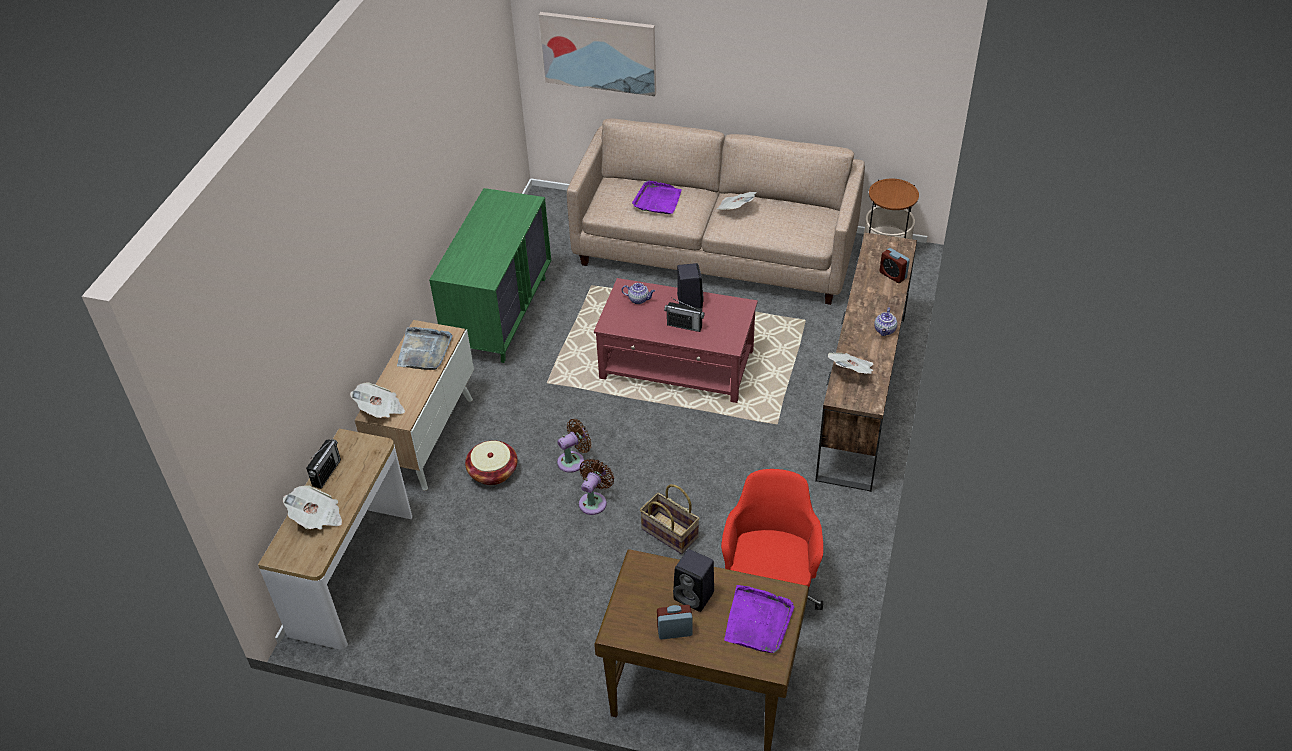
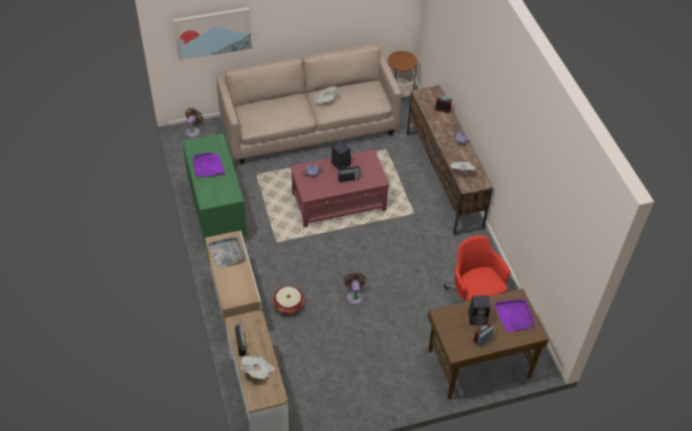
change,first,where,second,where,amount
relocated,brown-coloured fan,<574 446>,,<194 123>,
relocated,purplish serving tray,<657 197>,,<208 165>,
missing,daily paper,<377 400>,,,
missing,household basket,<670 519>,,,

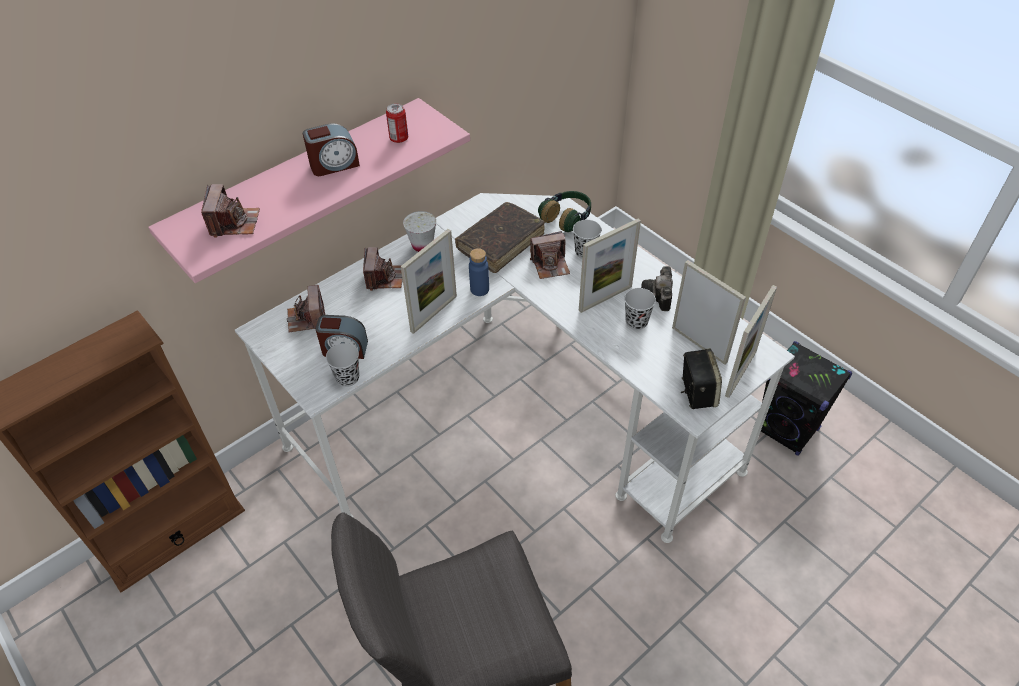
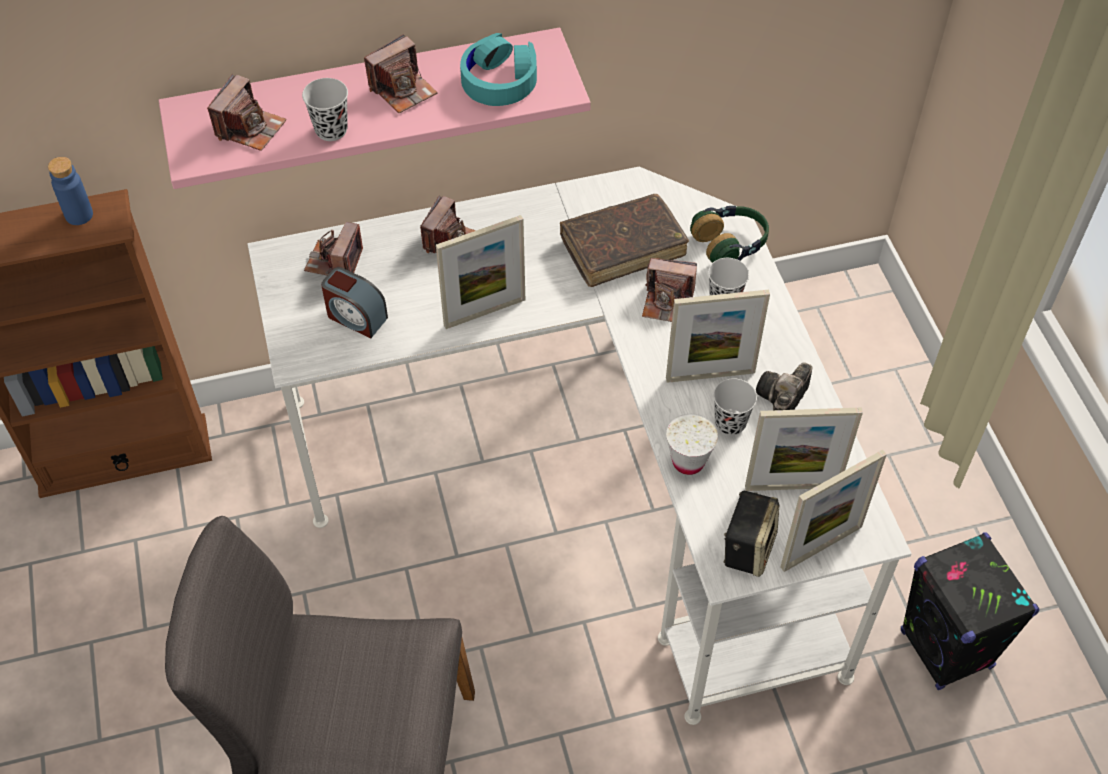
change,first,where,second,where,amount
relocated,blue drink bottle,<479 272>,,<70 191>,
relocated,black-coloured small cup,<342 365>,,<325 109>,
exchanged,alarm clock,<331 149>,photo camera,<401 73>,
exchanged,sealed can,<397 123>,turquoise-coloured pair of headphones,<498 69>,
relocated,white-coloured small cup,<419 231>,,<692 444>,
spun,picture frame,<709 312>,,<804 449>,105 degrees clockwise

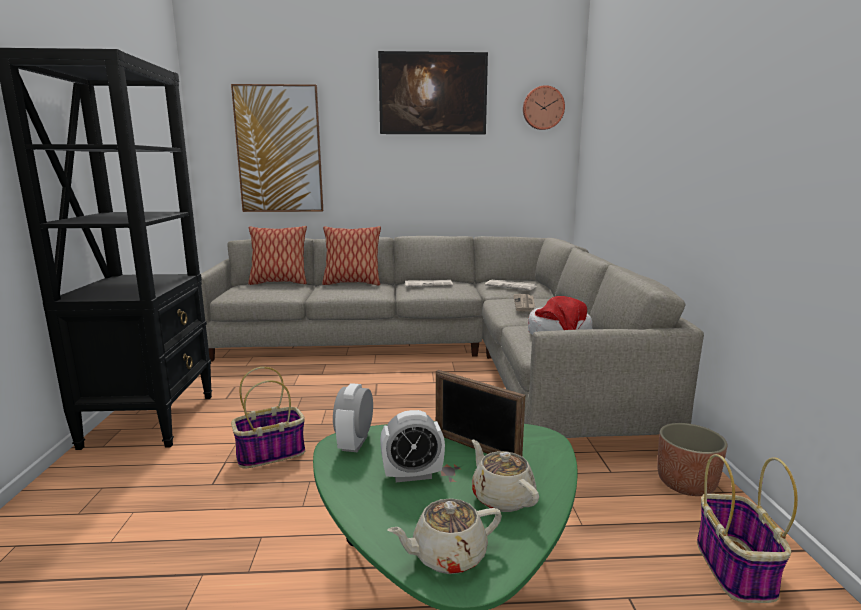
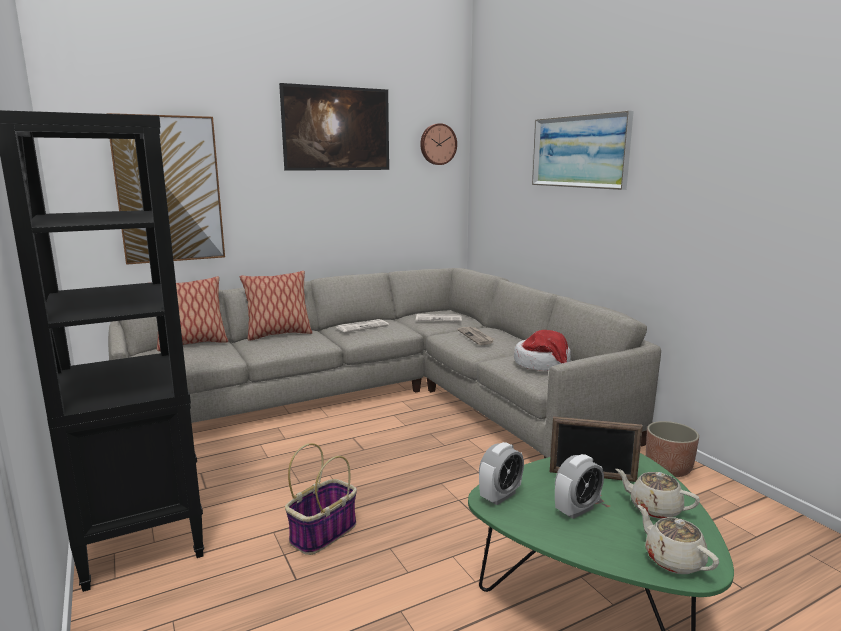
change,first,where,second,where,amount
spun,alarm clock,<353 418>,,<501 473>,120 degrees counterclockwise
appeared,,,picture,<583 150>,
spun,beige tea pot,<444 536>,,<678 539>,105 degrees clockwise
missing,household basket,<747 528>,,,

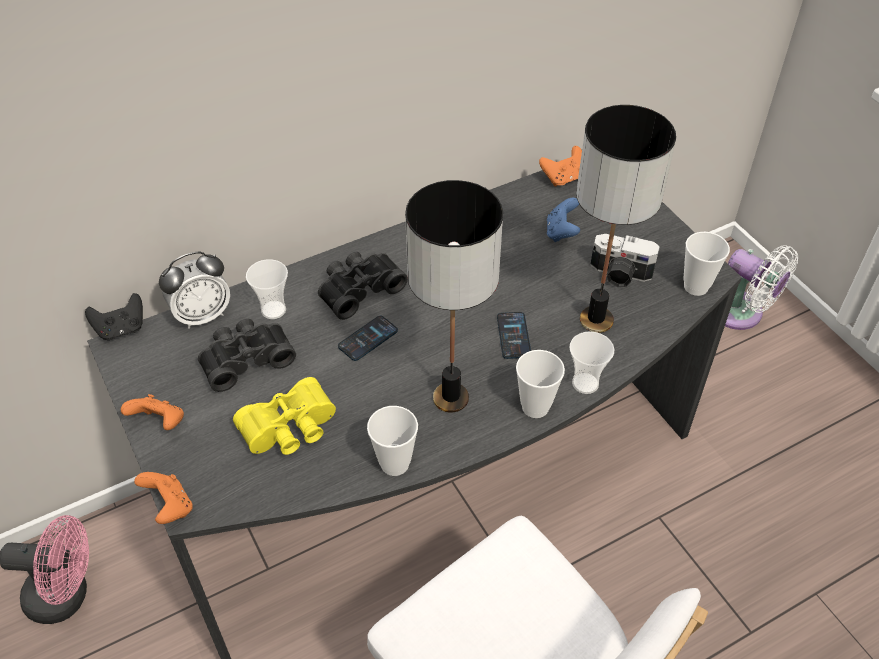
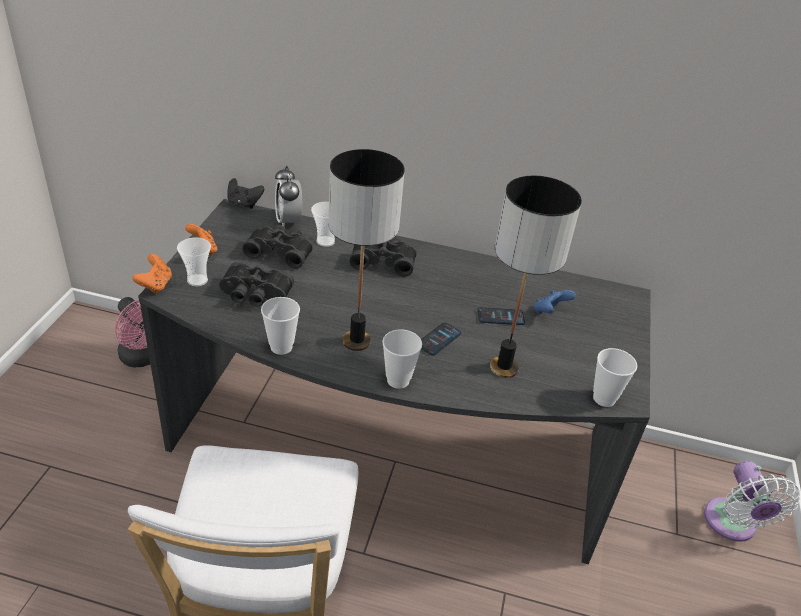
change,first,where,second,where,amount
relocated,small cup,<591 362>,,<194 262>,
colour,yellow pair of binoculars,<284 416>,black-coloured pair of binoculars,<256 284>,
spun,alarm clock,<194 290>,,<288 196>,60 degrees clockwise
relocated,handset,<368 338>,,<501 316>,
missing,orangey joypad,<560 166>,,,
missing,photo camera,<625 260>,,,

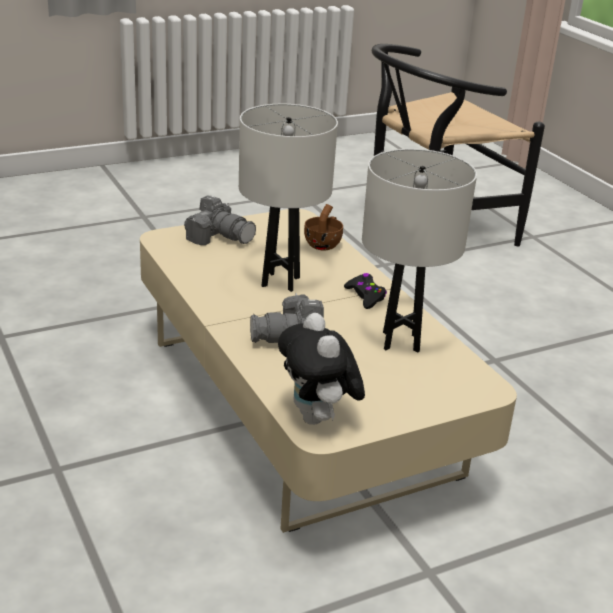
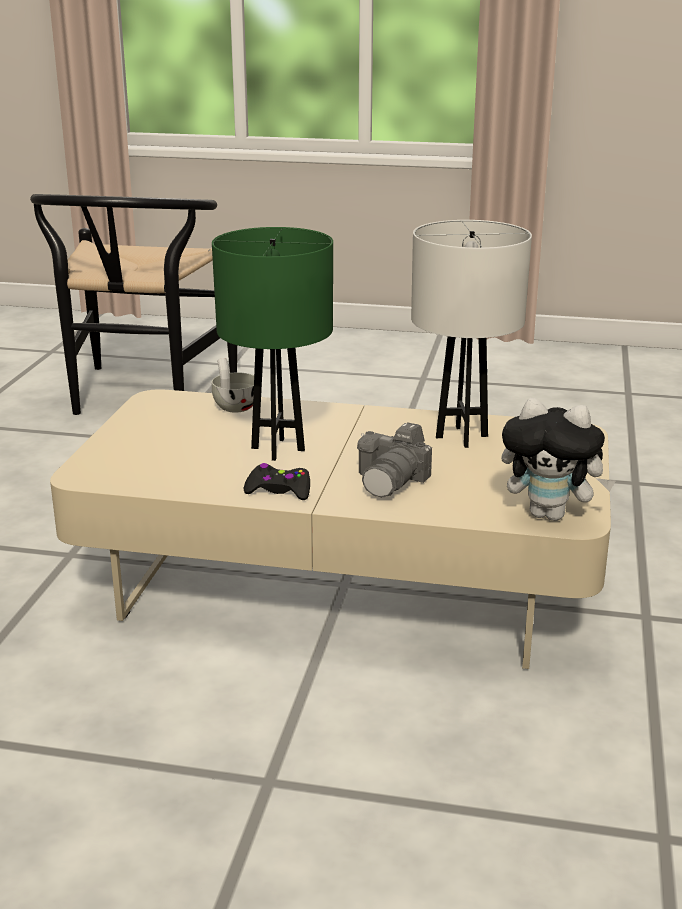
change,first,where,second,where,amount
colour,white-coloured table lamp,<288 198>,green-coloured table lamp,<272 344>,
colour,brown-coloured small cup,<323 227>,white-coloured small cup,<233 385>,
relocated,black-coloured joypad,<365 291>,,<277 481>,
missing,photo camera,<220 220>,,,

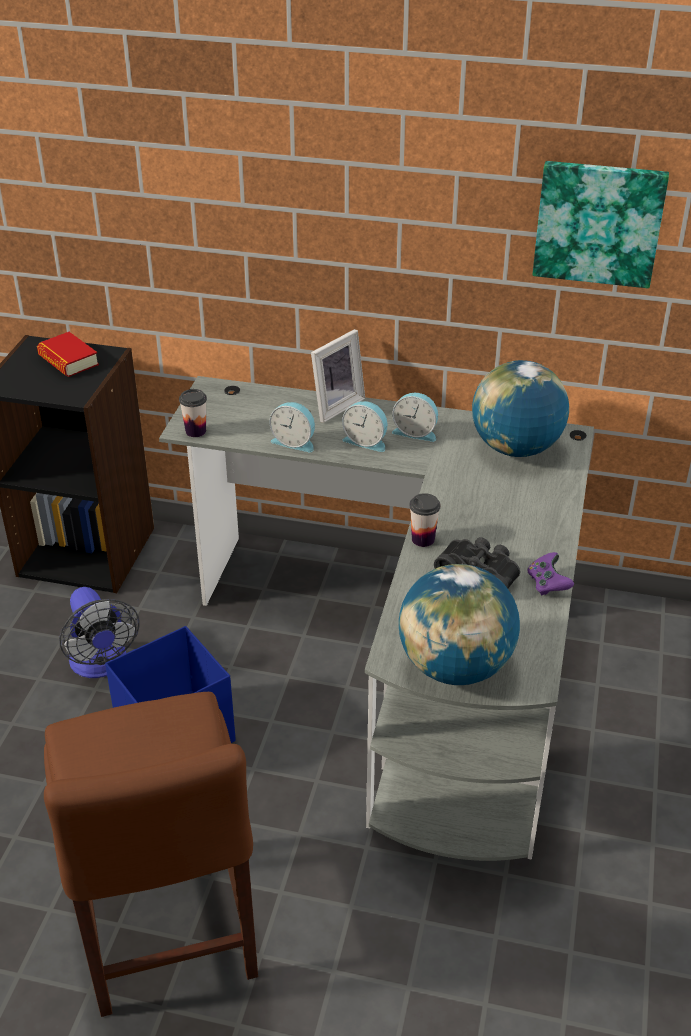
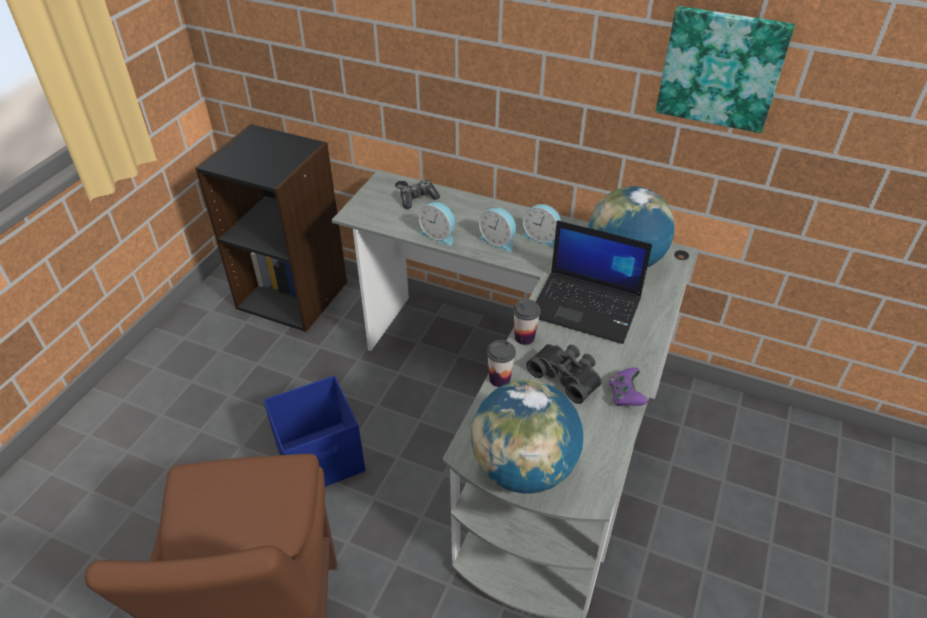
change,first,where,second,where,amount
appeared,,,joypad,<420 194>,
relocated,small cup,<193 413>,,<501 363>,
appeared,,,notebook computer,<594 282>,
missing,volume,<68 354>,,,
missing,fan,<99 632>,,,
missing,picture frame,<338 376>,,,

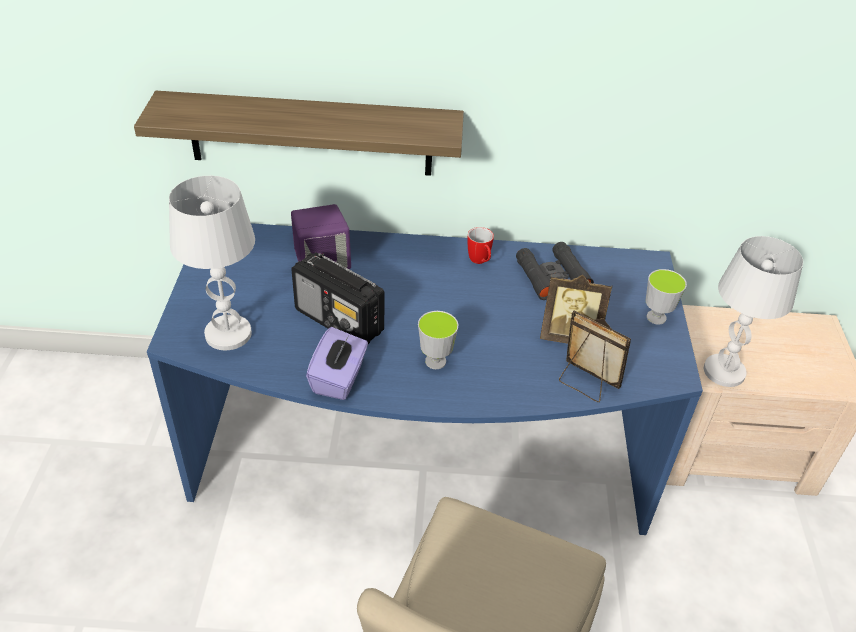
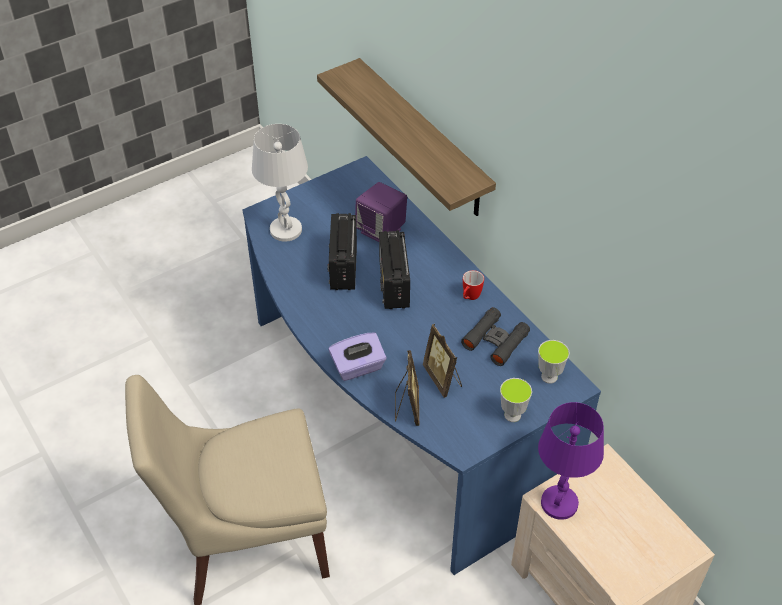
change,first,where,second,where,amount
relocated,purplish tissue box,<337 363>,,<358 356>,
appeared,,,radio set,<394 269>,
relocated,small cup,<438 340>,,<553 362>,
colour,white-coloured table lamp,<753 311>,purplish table lamp,<571 461>,

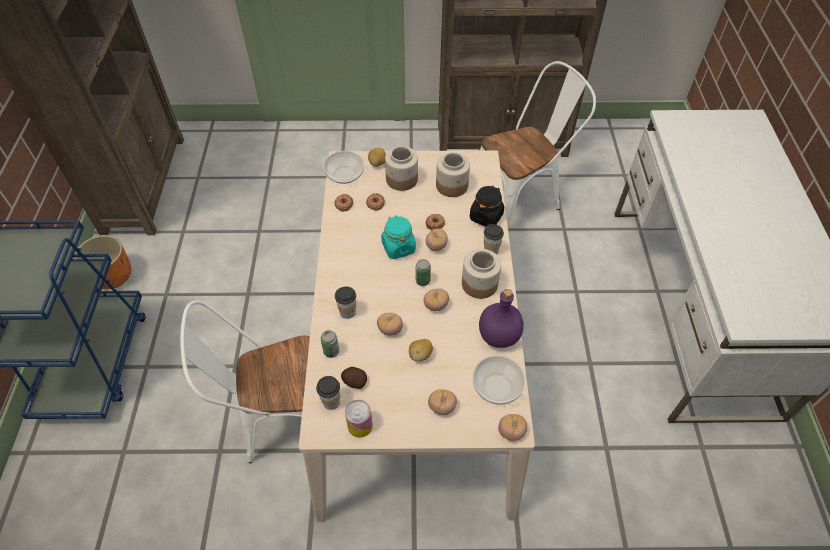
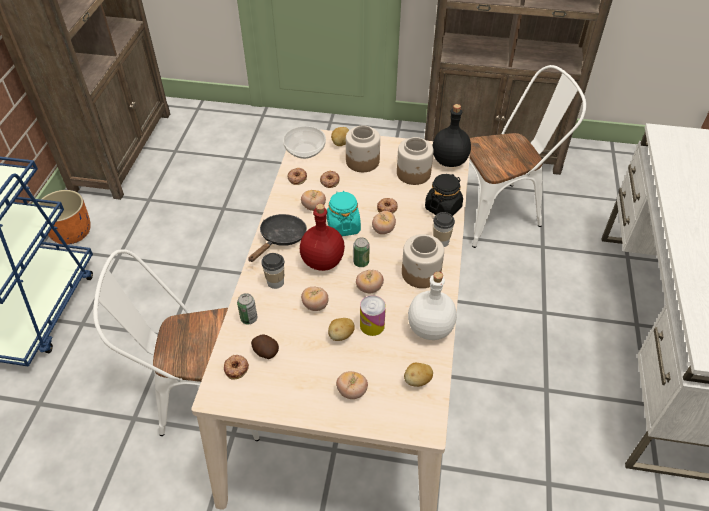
change,first,where,second,where,amount
exchanged,small cup,<328 393>,doughnut,<236 367>,
appeared,,,black-coloured frying pan,<277 238>,
appeared,,,reddish drink bottle,<322 237>,
relocated,tomato,<512 427>,,<313 200>,
relocated,sealed can,<359 419>,,<373 315>,
exchanged,serving bowl,<499 380>,spud,<418 375>,
colour,purplish drink bottle,<501 318>,white-coloured drink bottle,<432 306>,
appeared,,,black-coloured drink bottle,<451 135>,

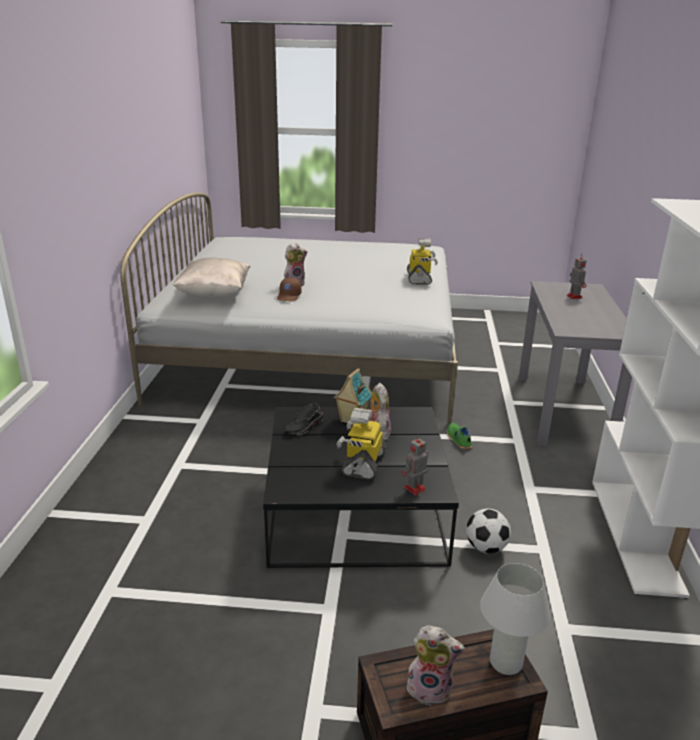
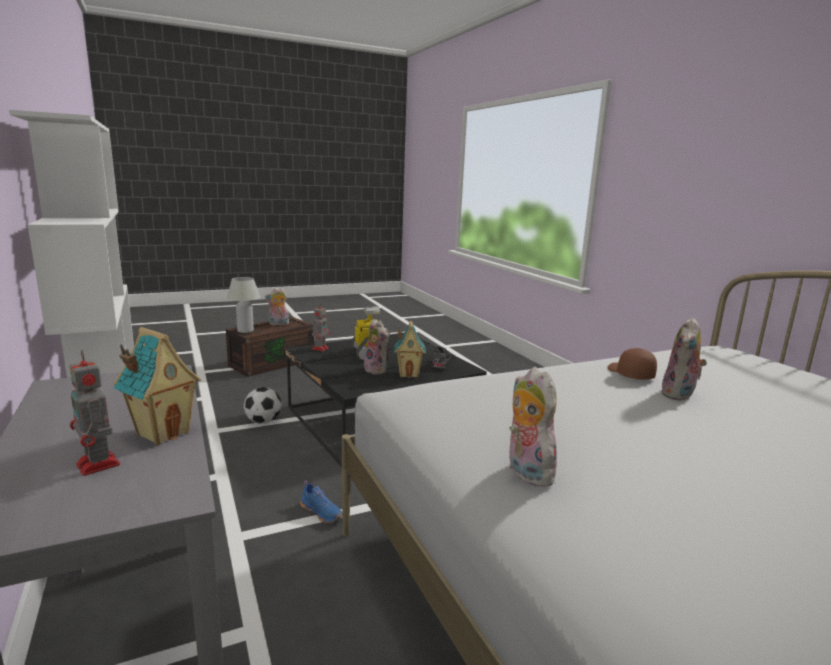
change,first,where,second,where,amount
appeared,,,miniature house,<157 386>,
colour,green-coloured low shoe,<459 436>,blue low shoe,<321 502>,
exchanged,model robot,<422 261>,cuddly toy,<532 427>,
missing,beige throw pillow,<211 277>,,,

